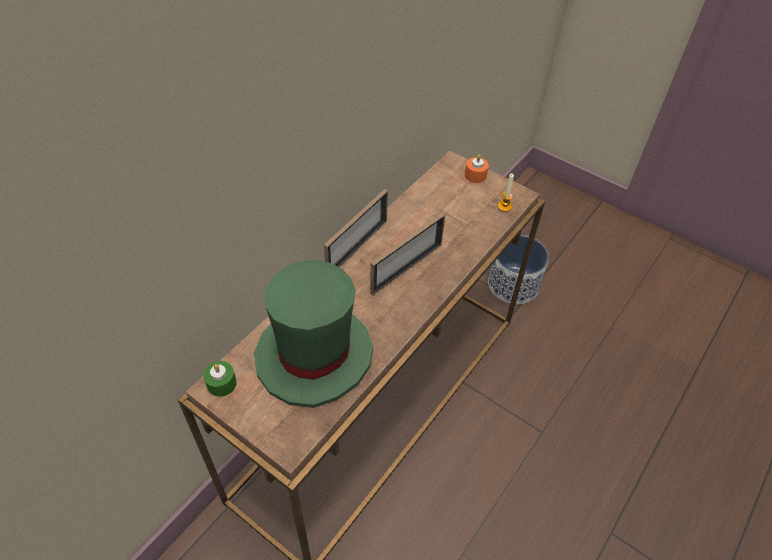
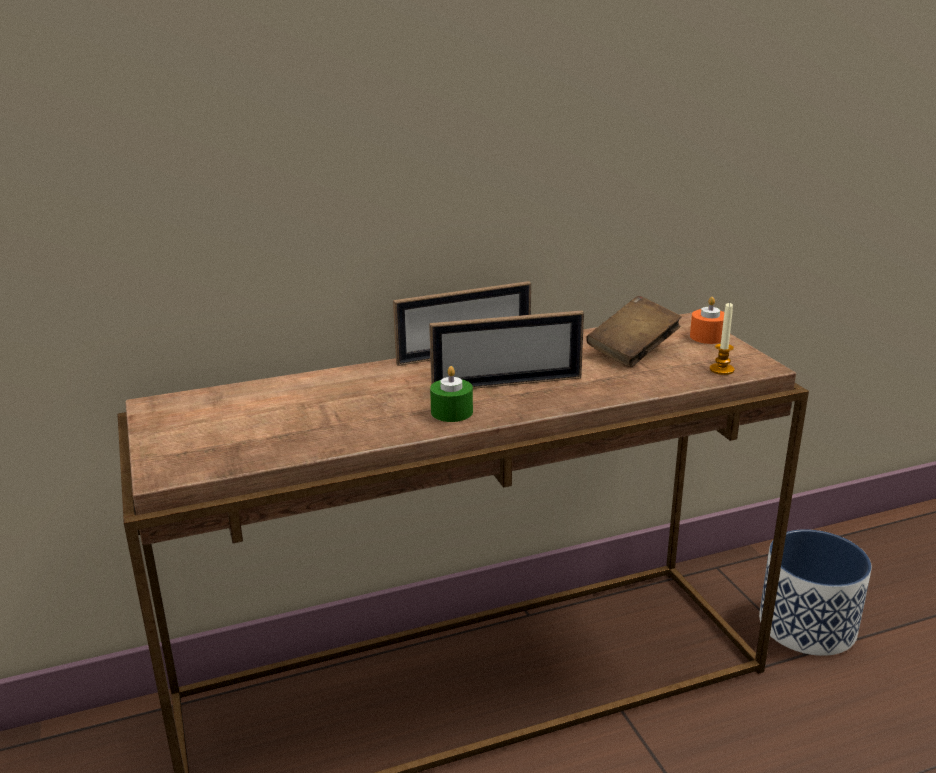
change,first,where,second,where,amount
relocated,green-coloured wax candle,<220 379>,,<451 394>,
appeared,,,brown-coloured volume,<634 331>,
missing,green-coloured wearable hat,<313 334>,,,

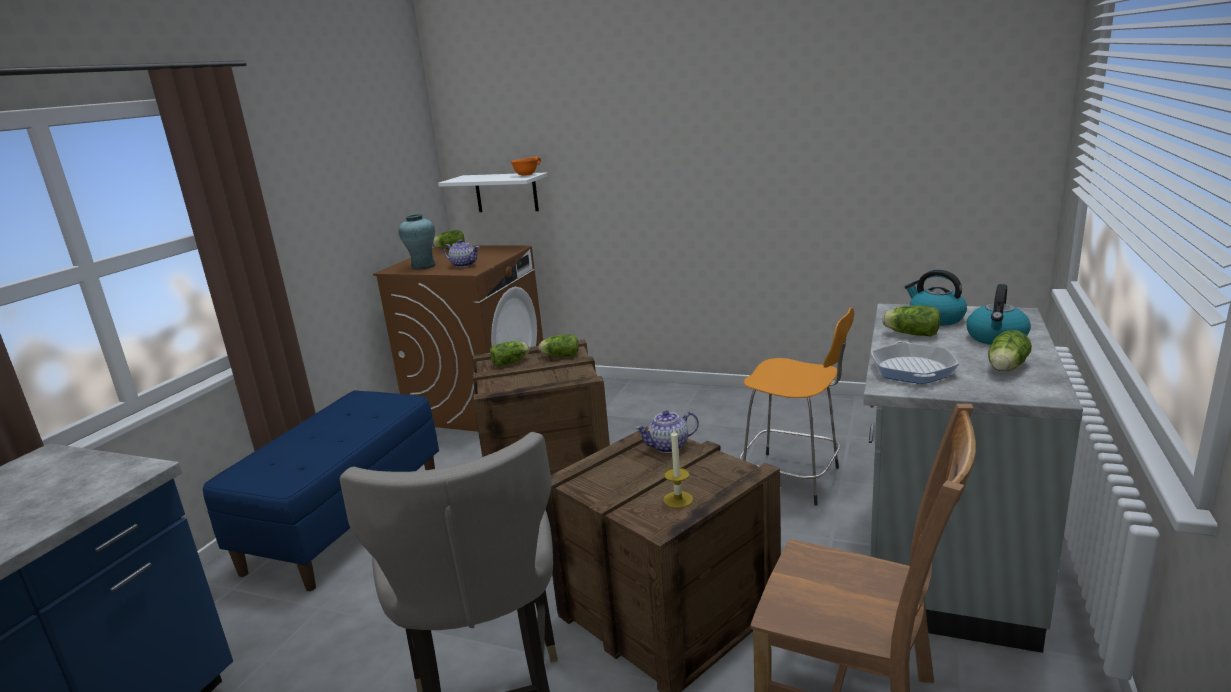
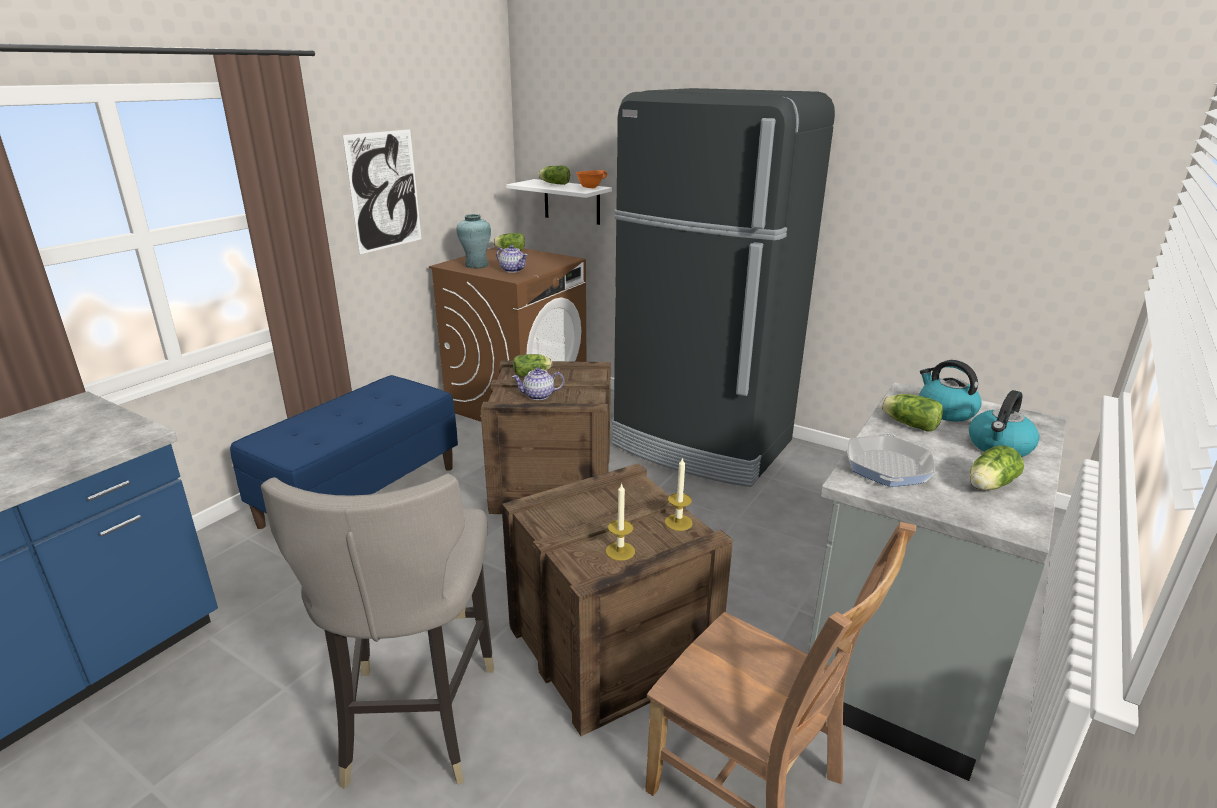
change,first,where,second,where,amount
appeared,,,picture,<382 191>,
relocated,tea pot,<667 431>,,<538 383>,
relocated,lettuce head,<559 345>,,<554 175>,
appeared,,,black-coloured refrigerator,<723 287>,
appeared,,,wax candle,<679 494>,
missing,orangey sitting stool,<796 407>,,,

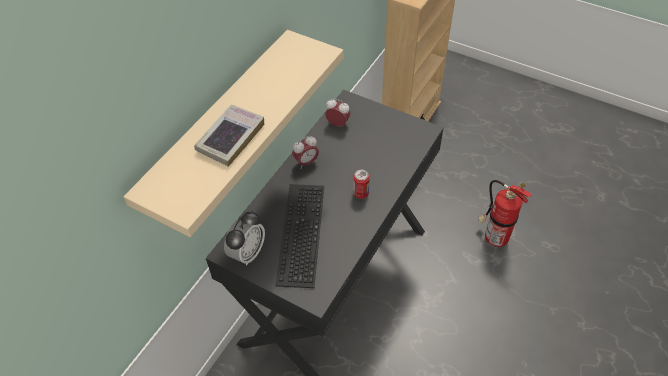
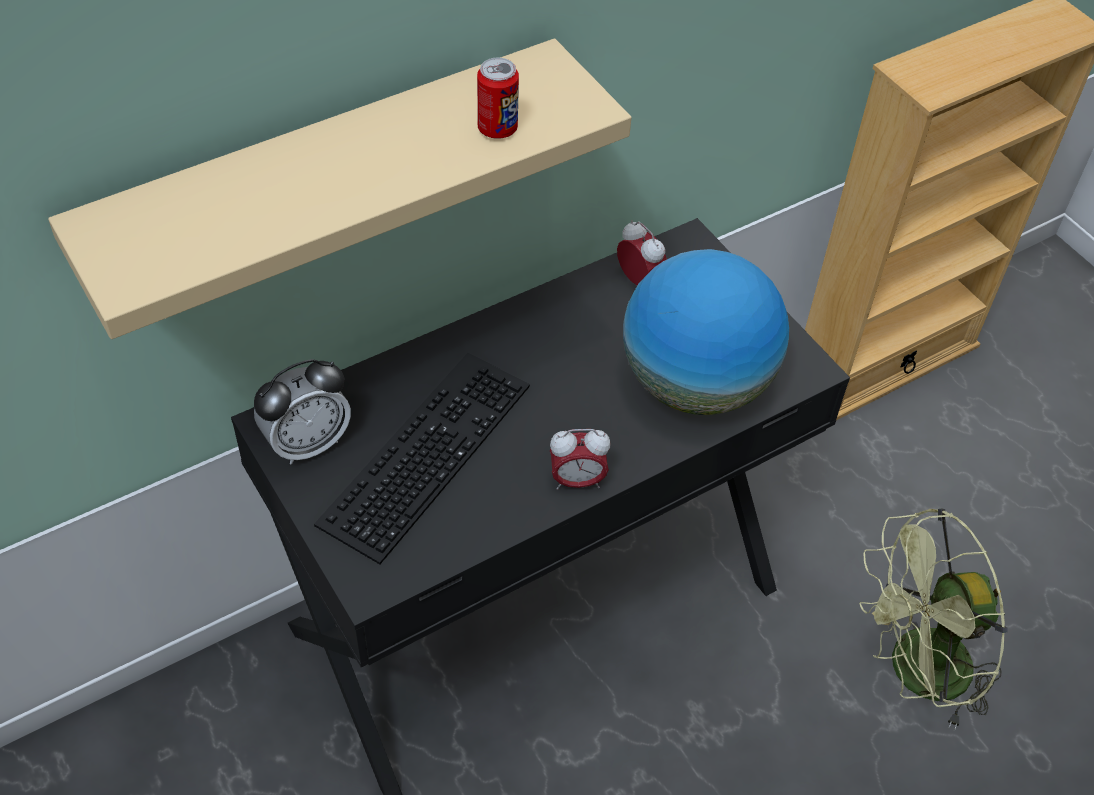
change,first,where,second,where,amount
relocated,sealed can,<361 184>,,<498 98>,
relocated,alarm clock,<305 152>,,<580 459>,
appeared,,,desk globe,<706 332>,
exchanged,extinguisher,<505 213>,green-coloured fan,<933 619>,
missing,volume,<229 136>,,,

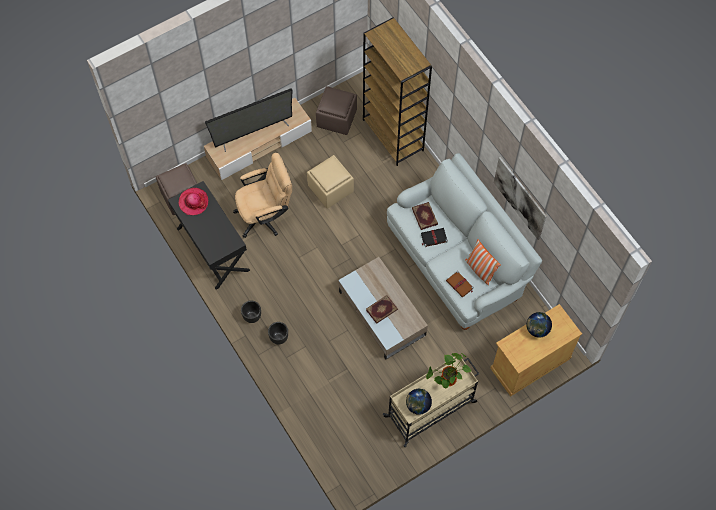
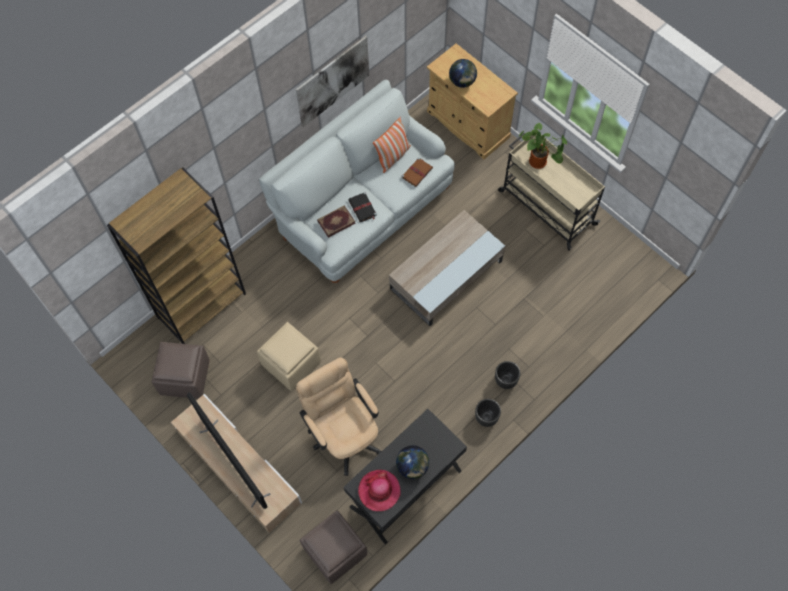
change,first,where,second,where,amount
relocated,desk globe,<419 402>,,<412 462>,
missing,volume,<382 309>,,,

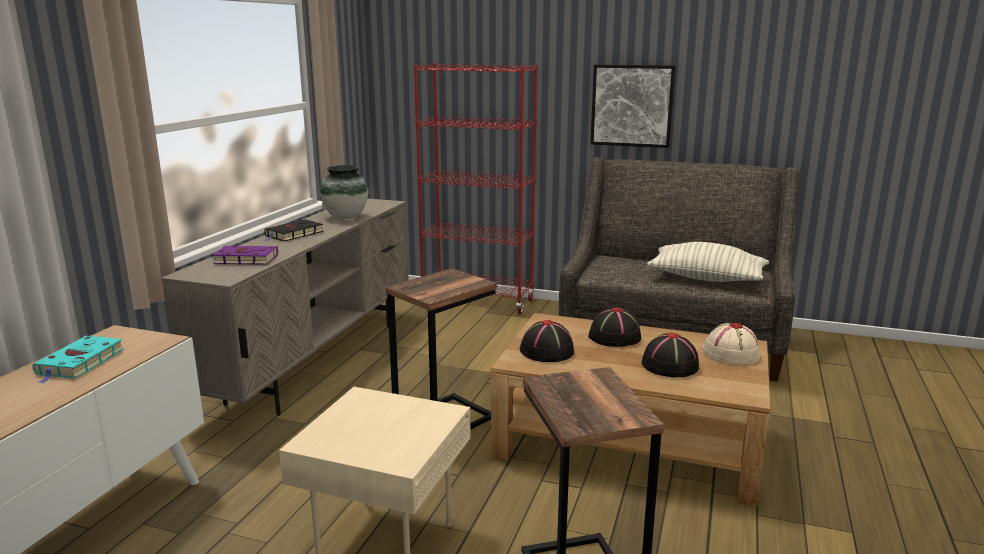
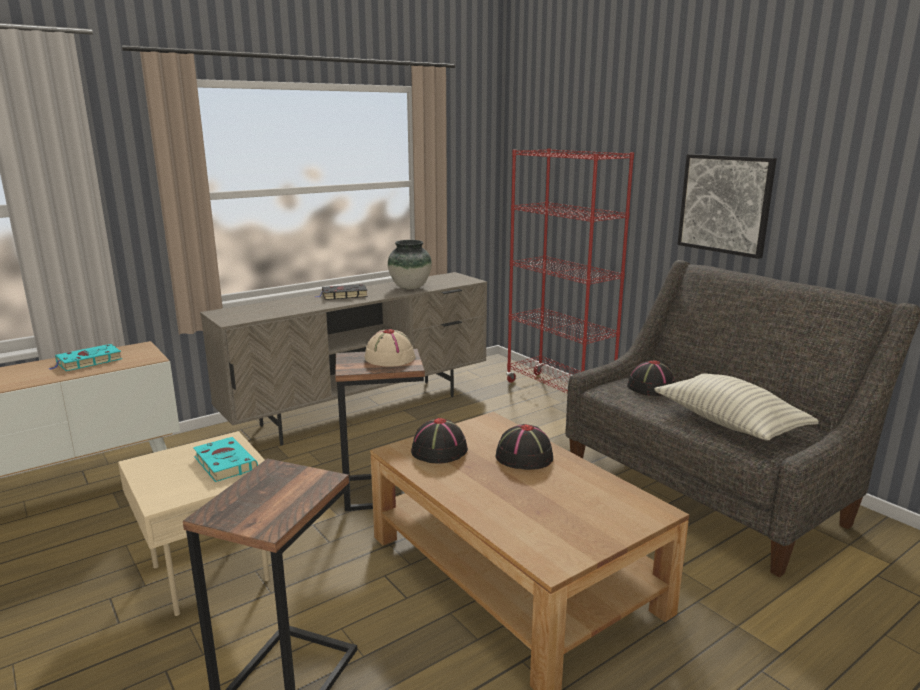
change,first,where,second,where,amount
appeared,,,turquoise-coloured volume,<225 459>,
relocated,beige wearable hat,<731 344>,,<390 348>,
relocated,black-coloured wearable hat,<670 355>,,<651 378>,
missing,purplish volume,<244 255>,,,

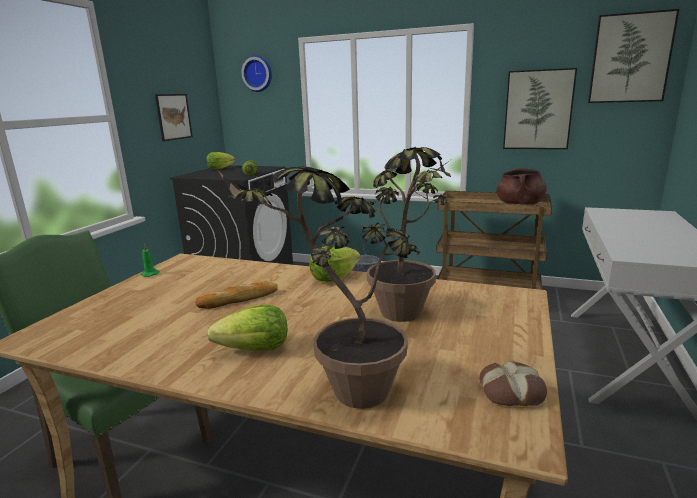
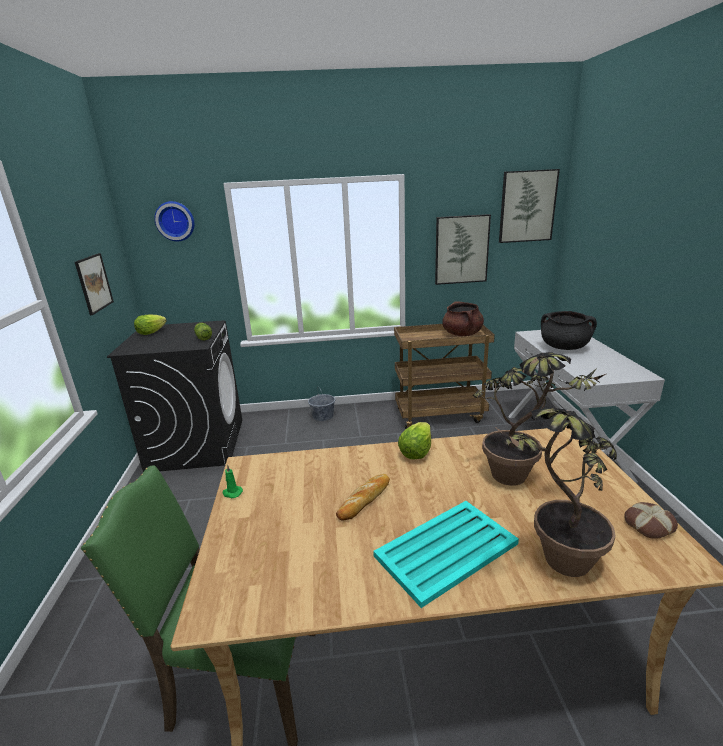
change,first,where,second,where,amount
exchanged,lettuce head,<247 328>,turquoise-coloured serving tray,<446 554>,
appeared,,,black-coloured cooking pot,<569 330>,

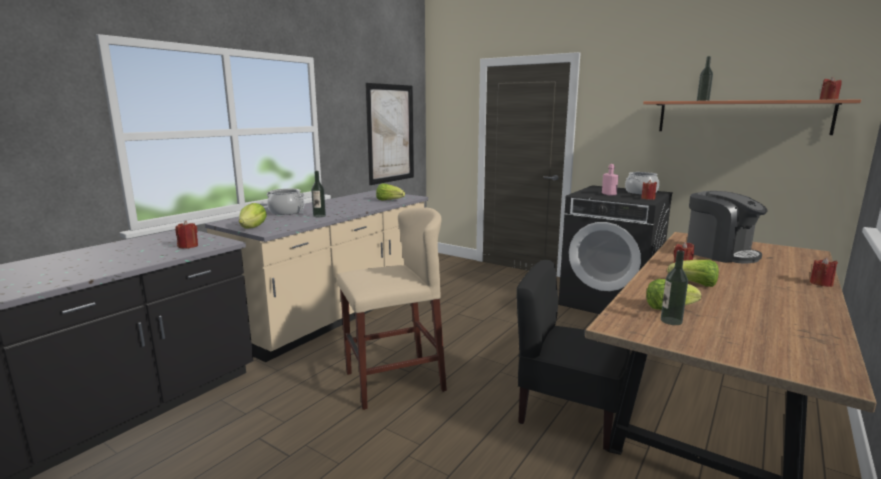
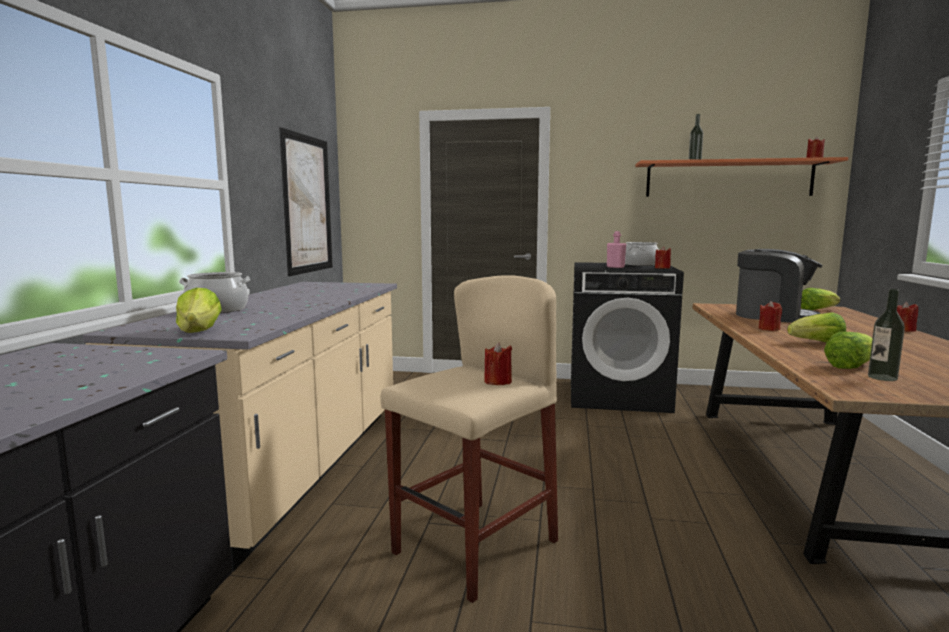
change,first,where,second,where,amount
relocated,reddish wax candle,<186 235>,,<498 363>,
relocated,lettuce head,<390 191>,,<820 299>,
missing,drink bottle,<318 194>,,,
missing,black-coloured chair,<573 355>,,,

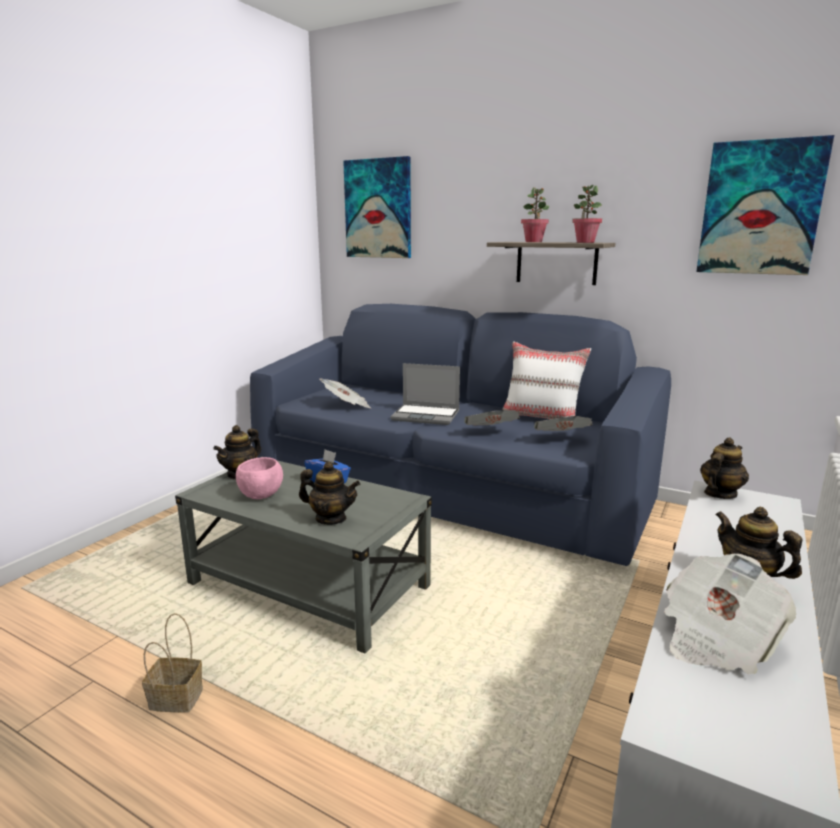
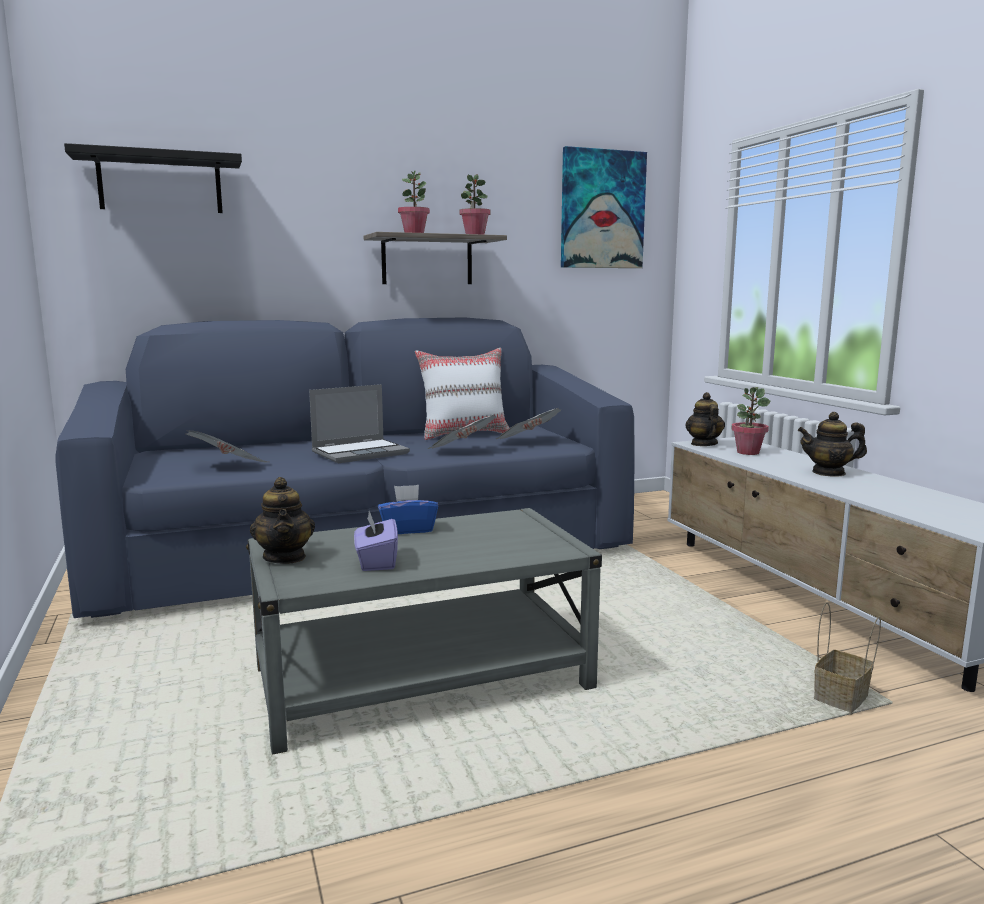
change,first,where,second,where,amount
exchanged,picture,<377 207>,black-coloured bracket shelf,<153 178>,
exchanged,pink-coloured serving bowl,<259 478>,purplish tissue box,<376 541>,
appeared,,,houseplant,<751 421>,
relocated,household basket,<172 663>,,<847 658>,
missing,tea pot,<329 493>,,,
missing,daily paper,<730 614>,,,

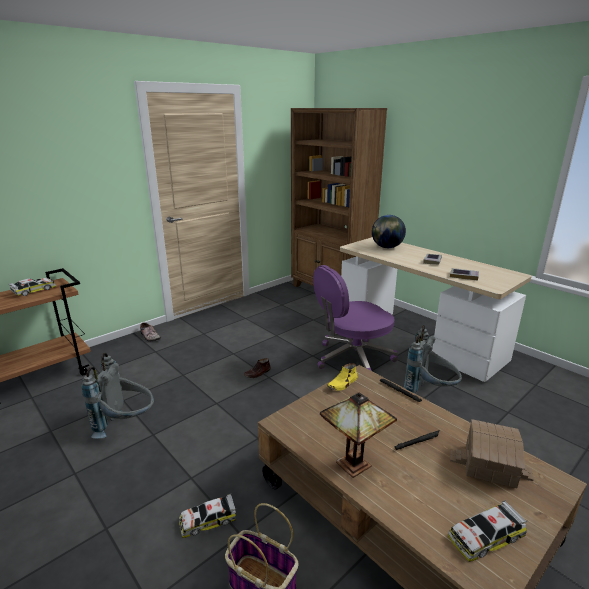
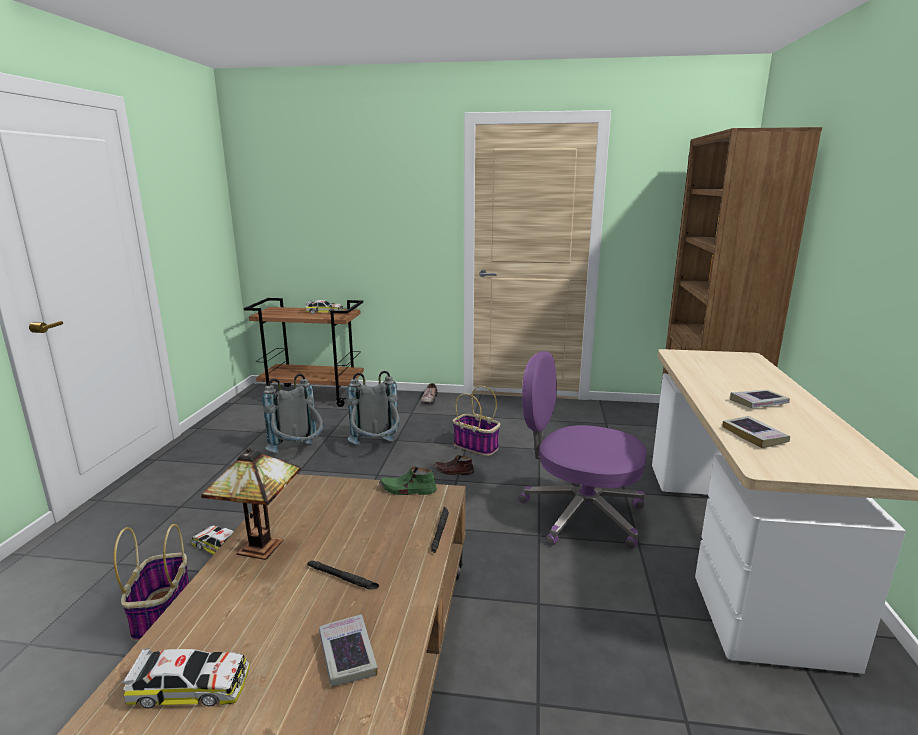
change,first,where,second,where,amount
spun,miniature car,<487 531>,,<185 678>,150 degrees clockwise
exchanged,miniature house,<492 453>,volume,<348 650>,
relocated,grey rucksack,<433 359>,,<373 408>,
colour,yellow low shoe,<342 377>,green-coloured low shoe,<408 481>,
appeared,,,household basket,<476 421>,
missing,desk globe,<389 231>,,,

